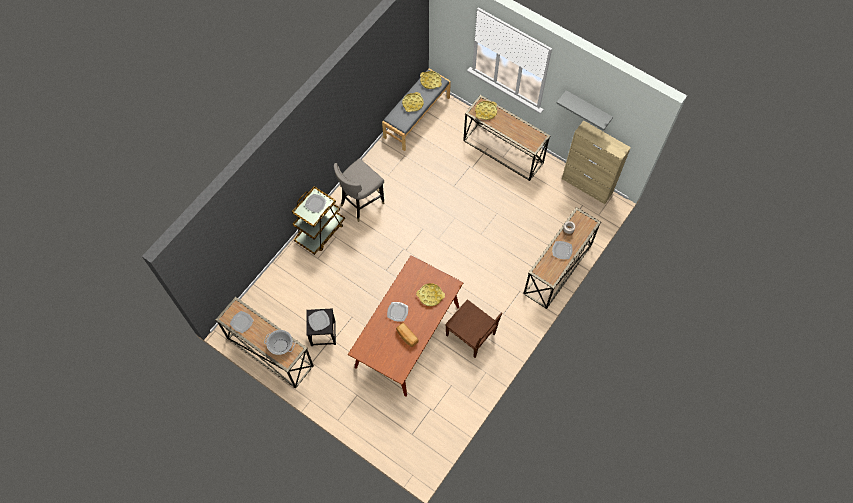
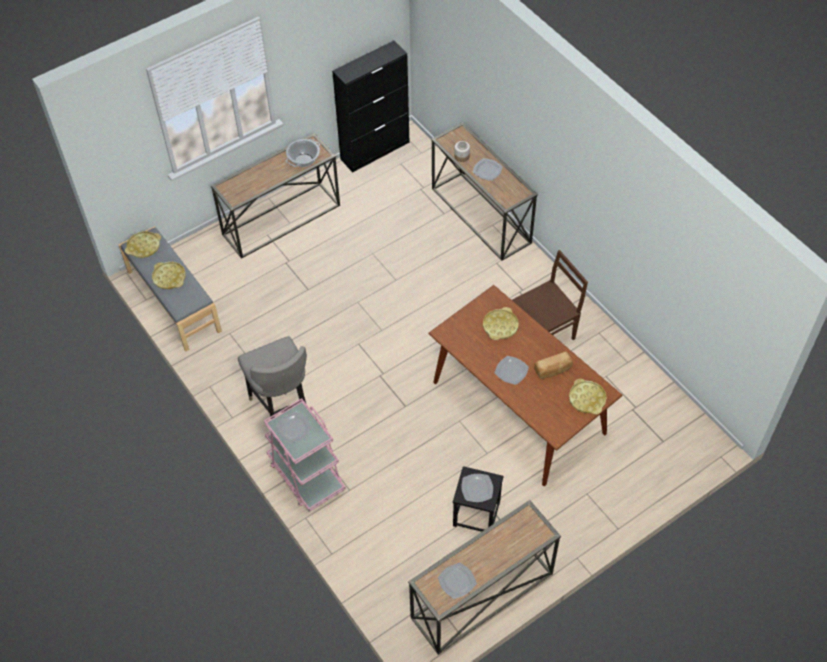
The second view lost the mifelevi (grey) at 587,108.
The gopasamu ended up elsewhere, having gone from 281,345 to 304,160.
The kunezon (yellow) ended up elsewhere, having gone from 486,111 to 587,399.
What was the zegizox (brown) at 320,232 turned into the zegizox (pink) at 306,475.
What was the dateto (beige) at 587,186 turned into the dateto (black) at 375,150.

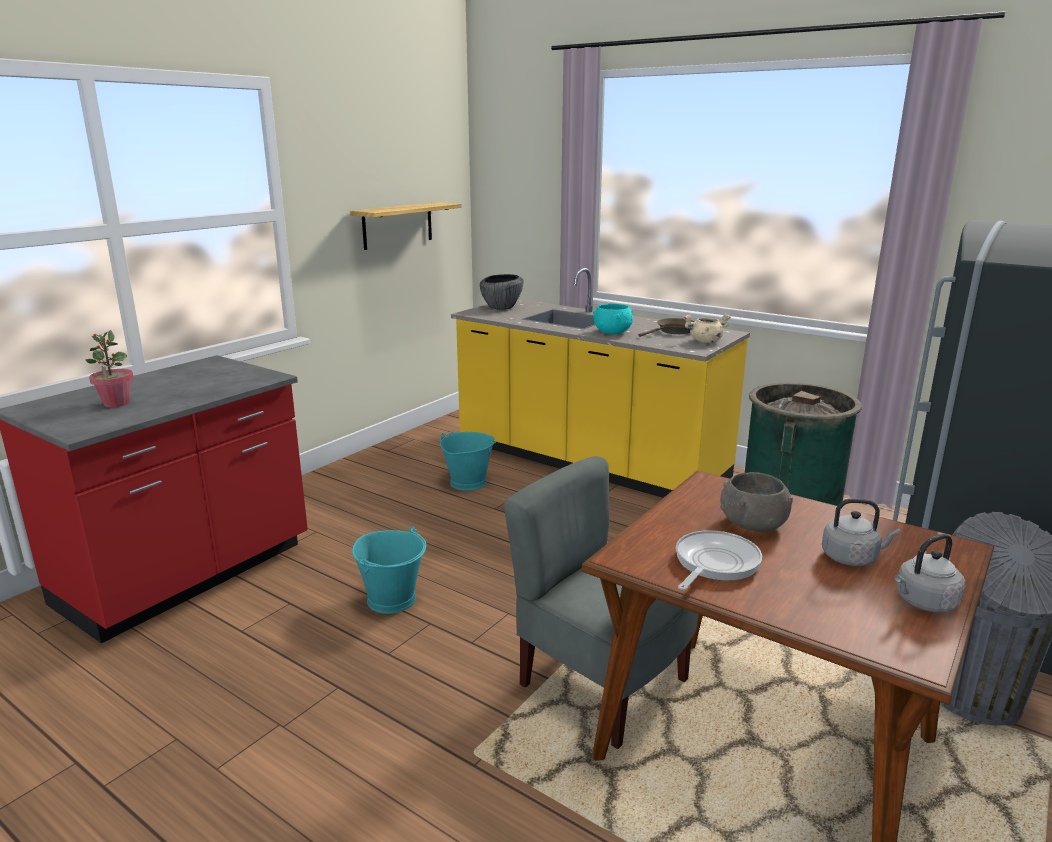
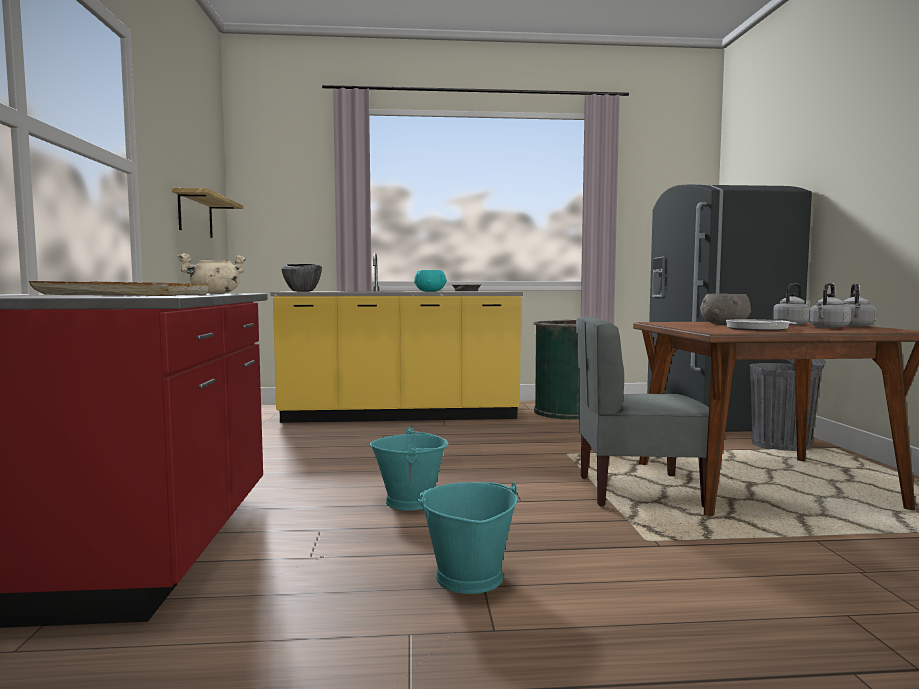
The second view gained the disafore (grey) at 828,328.
The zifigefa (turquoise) ended up elsewhere, having gone from 467,482 to 468,577.
The gopasamu (beige) ended up elsewhere, having gone from 705,342 to 215,294.
Where the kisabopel stood at 116,403, the kunezon (beige) came to stand at 125,295.

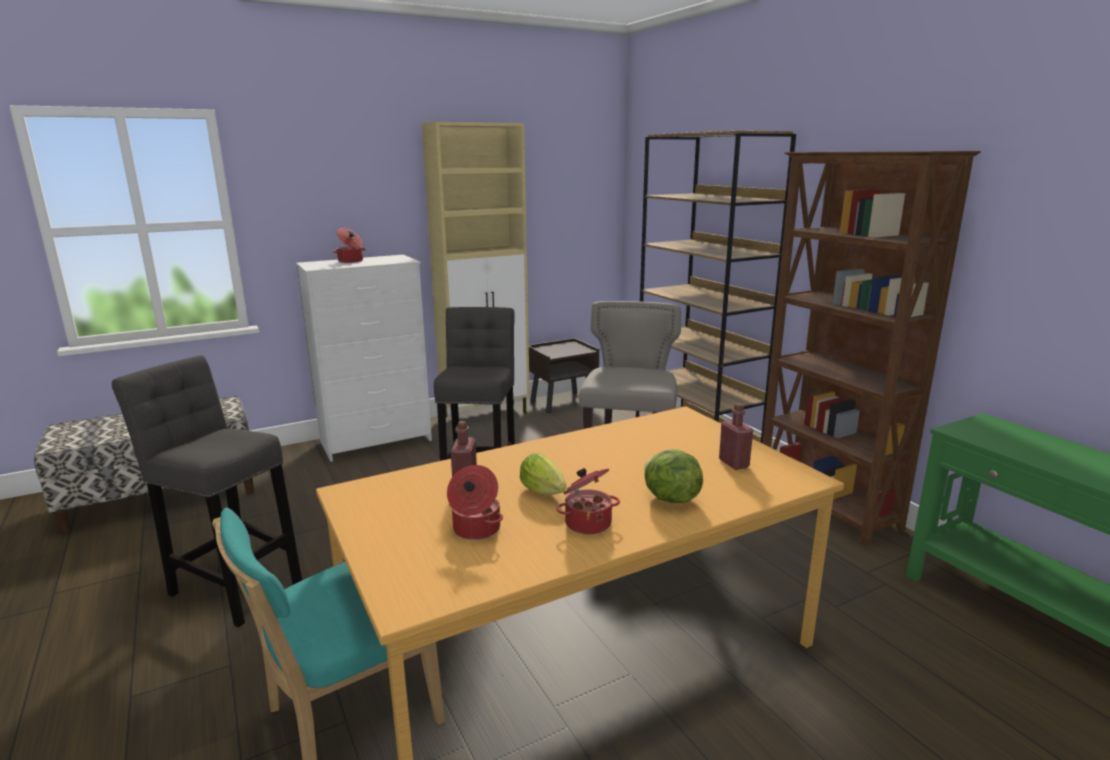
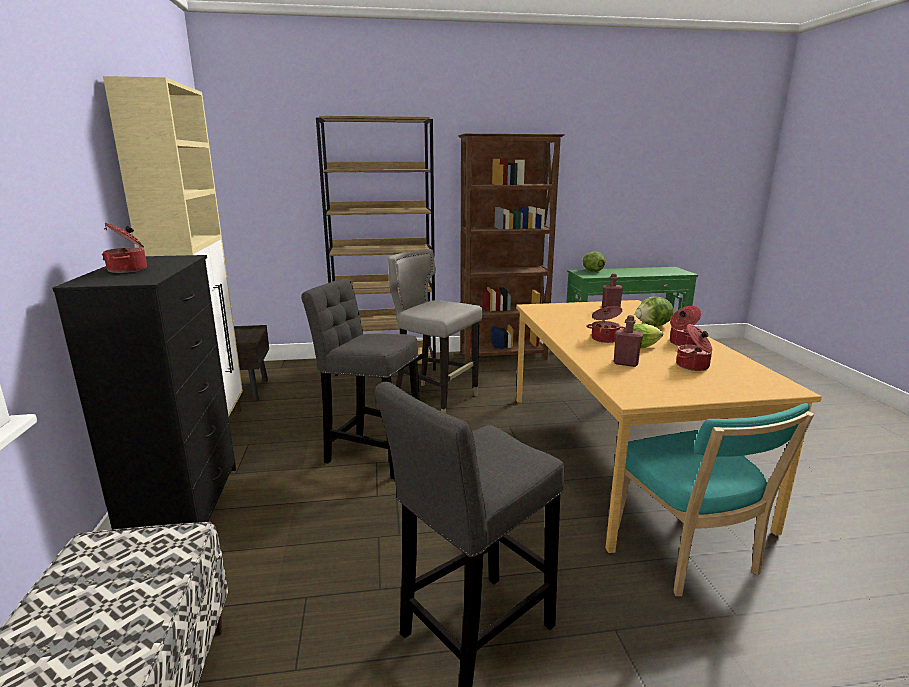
The second view gained the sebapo at 592,271.
The second view gained the gopasamu at 605,339.
What was the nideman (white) at 377,441 turned into the nideman (black) at 186,506.

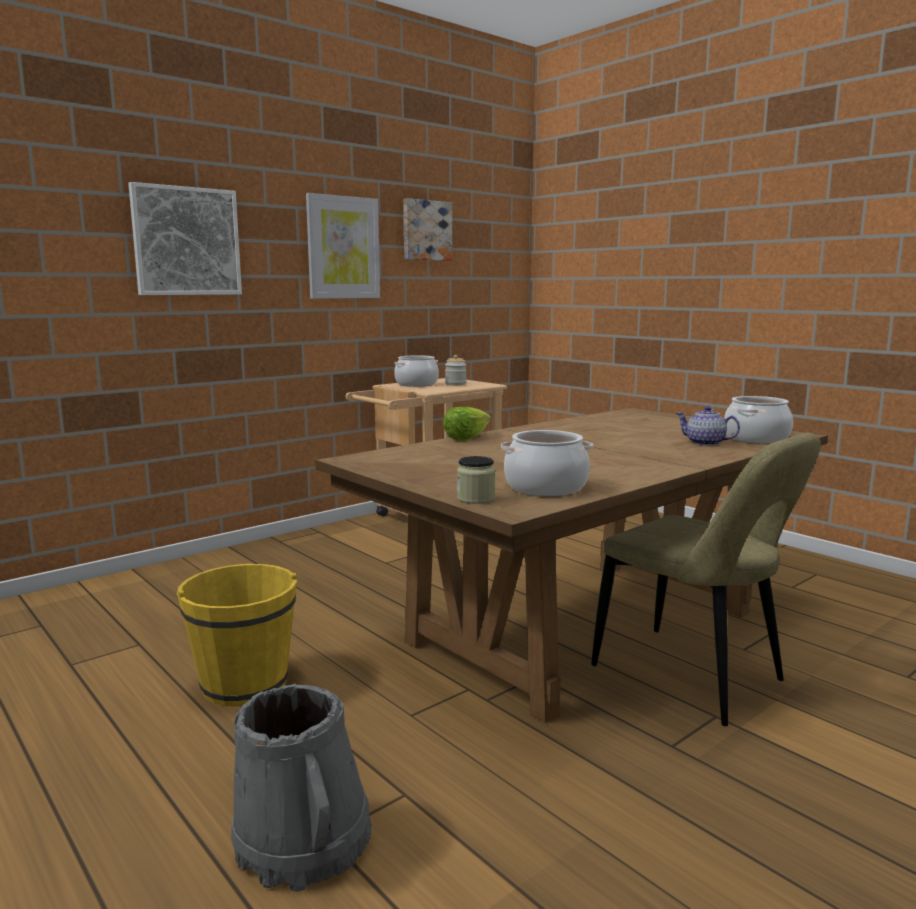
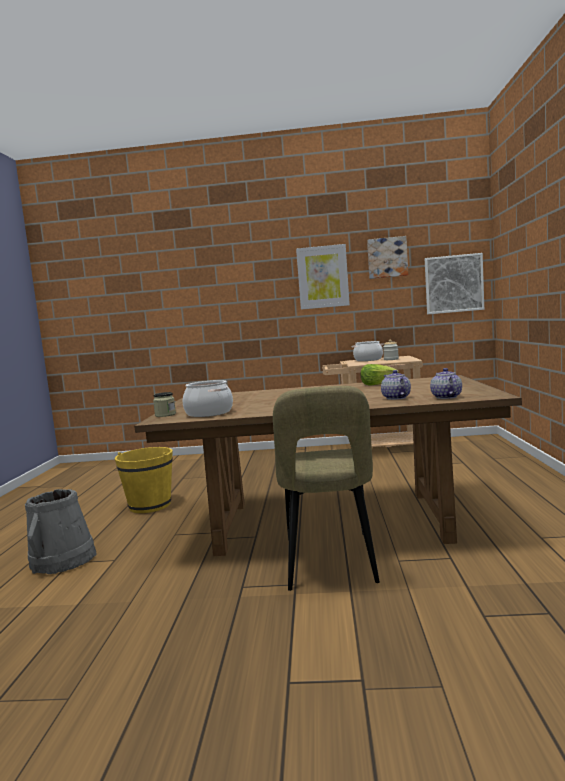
The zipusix ended up elsewhere, having gone from 186,241 to 453,284.
The sebapo ended up elsewhere, having gone from 466,438 to 377,384.
Where the gopasamu stood at 756,439, the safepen came to stand at 446,397.

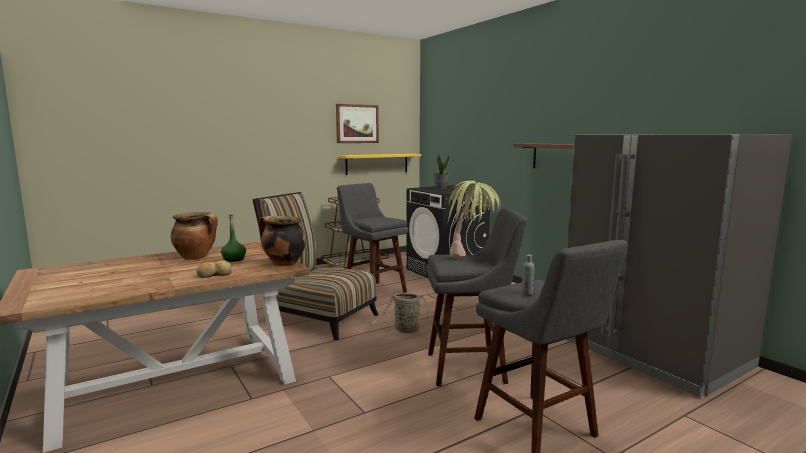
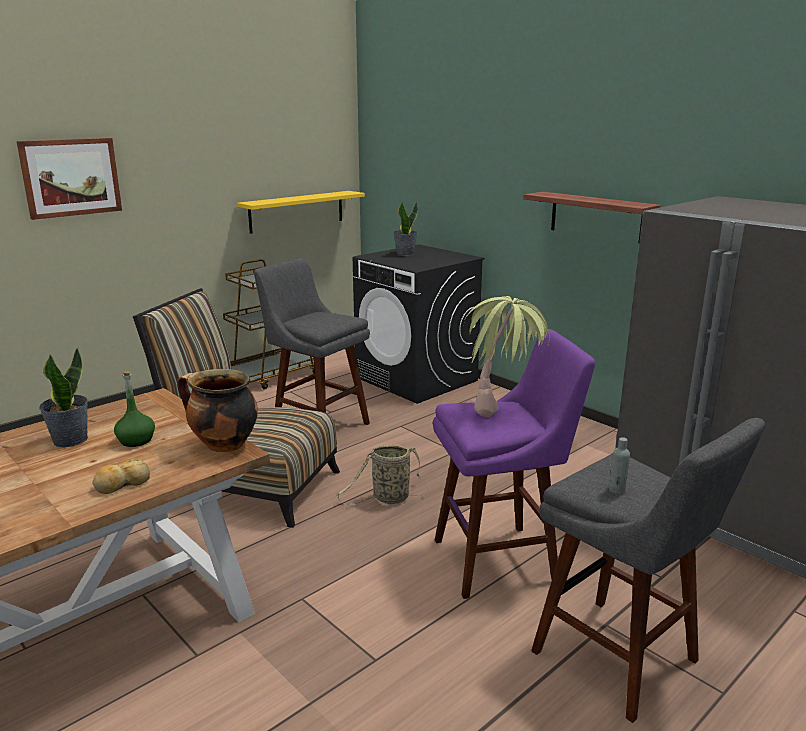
The zipusix ended up elsewhere, having gone from 357,124 to 71,177.
Where the gopasamu stood at 196,257, the kisabopel came to stand at 70,440.
What was the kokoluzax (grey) at 470,367 turned into the kokoluzax (purple) at 501,559.

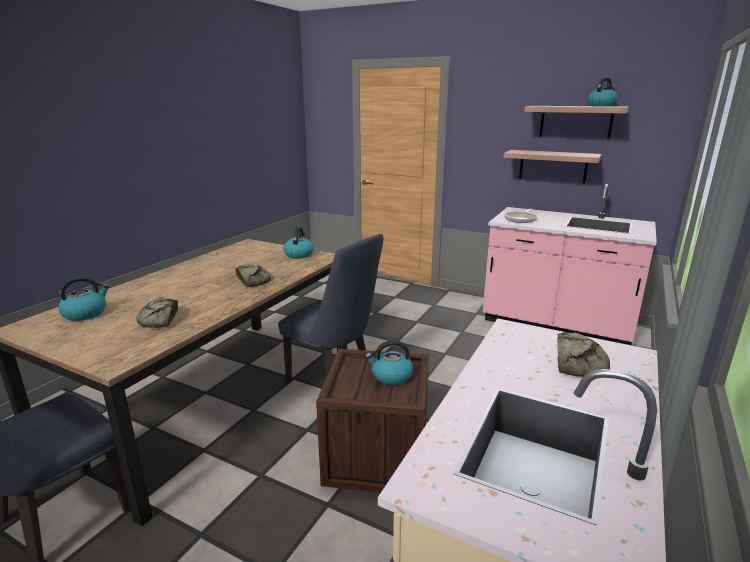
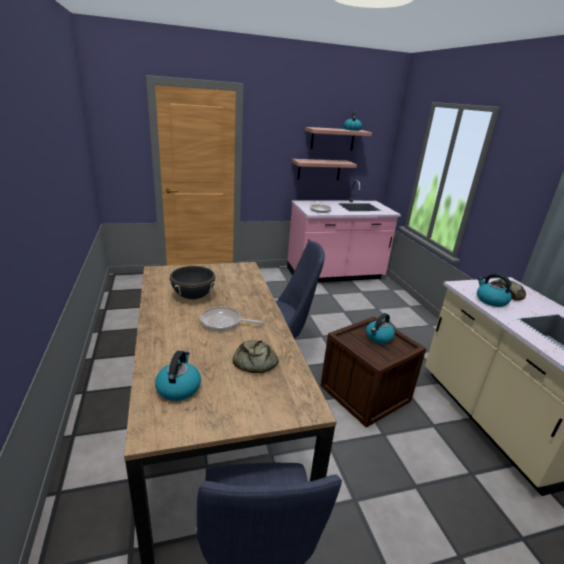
The second view lost the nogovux at 252,280.
The second view gained the gopasamu (black) at 193,296.
The second view gained the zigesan at 223,322.
The disafore ended up elsewhere, having gone from 299,254 to 490,300.

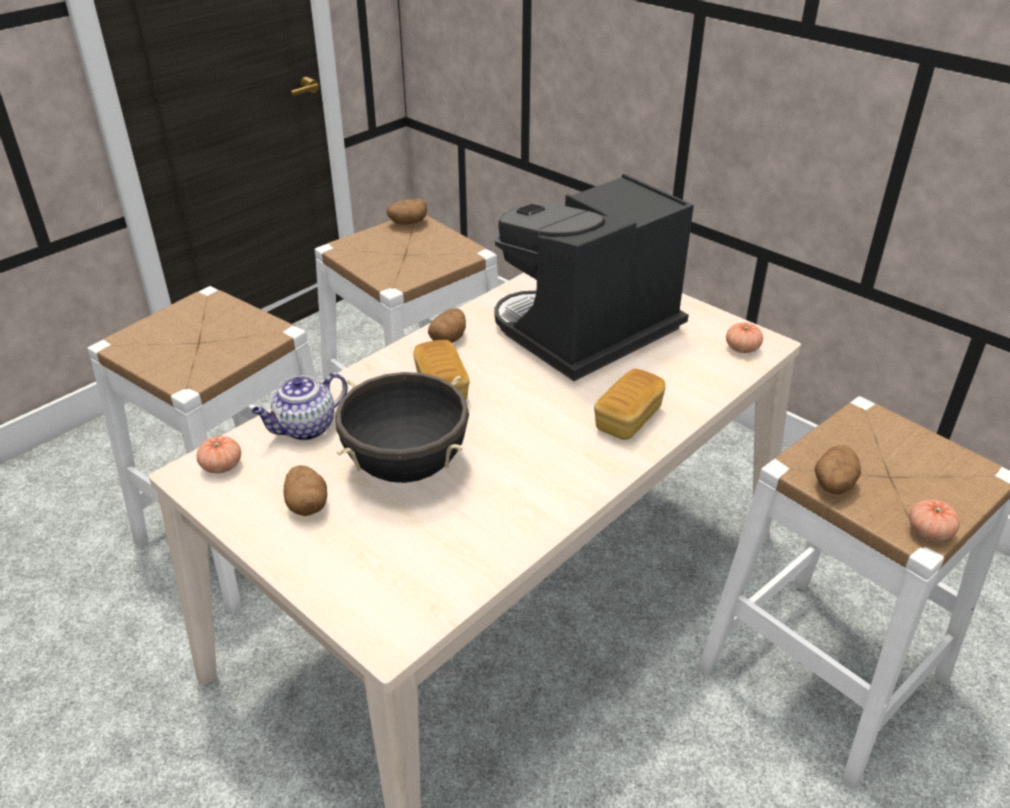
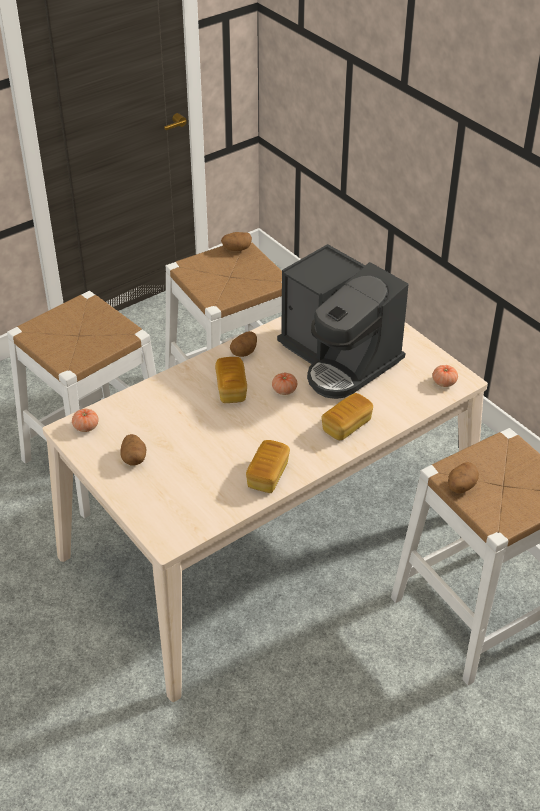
The second view lost the safepen at 305,428.
The second view lost the gopasamu (black) at 407,466.
The second view gained the nogovux at 268,475.
The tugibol ended up elsewhere, having gone from 929,532 to 284,390.
The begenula at 586,333 ended up facing another way, 105 degrees counterclockwise from before.

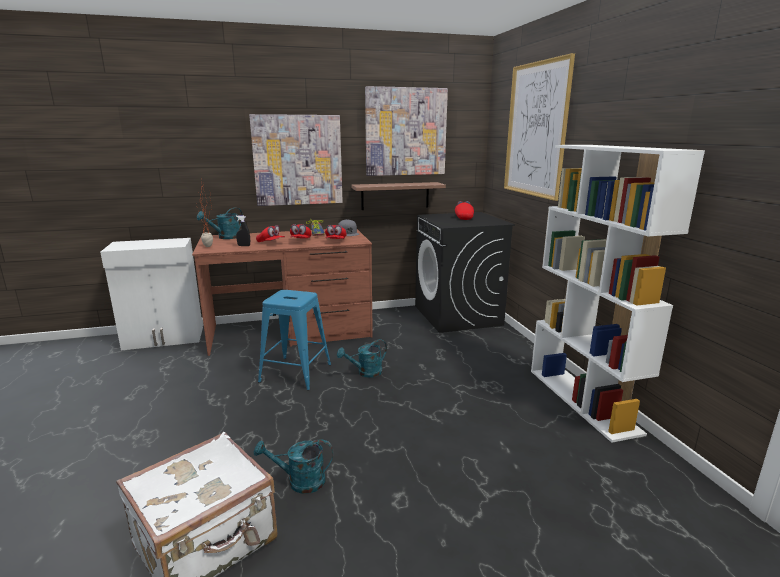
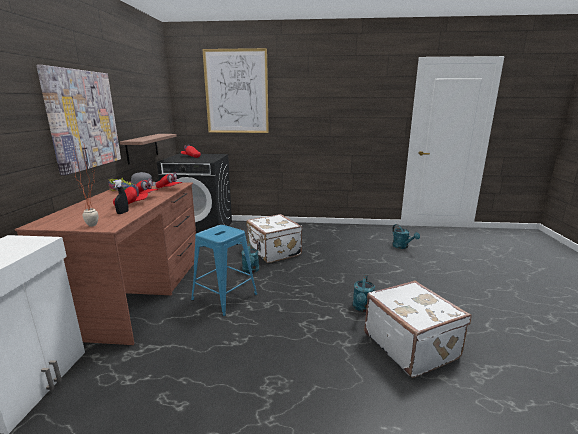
The second view lost the zipusix at 405,132.
The second view lost the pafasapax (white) at 583,400.
The second view gained the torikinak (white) at 273,252.
The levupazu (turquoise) ended up elsewhere, having gone from 225,237 to 402,247.

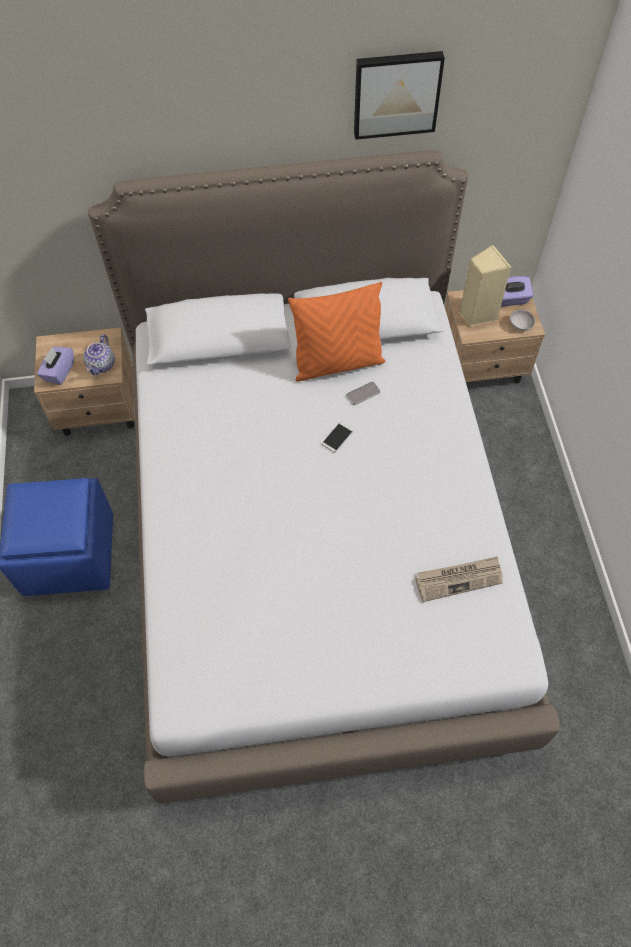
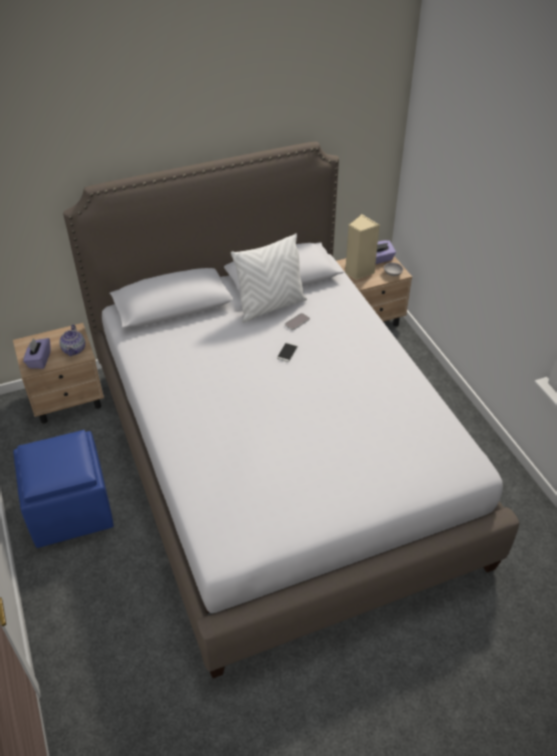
The second view lost the zipusix at 396,93.
The second view lost the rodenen at 459,579.
What was the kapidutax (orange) at 337,363 turned into the kapidutax (white) at 270,306.

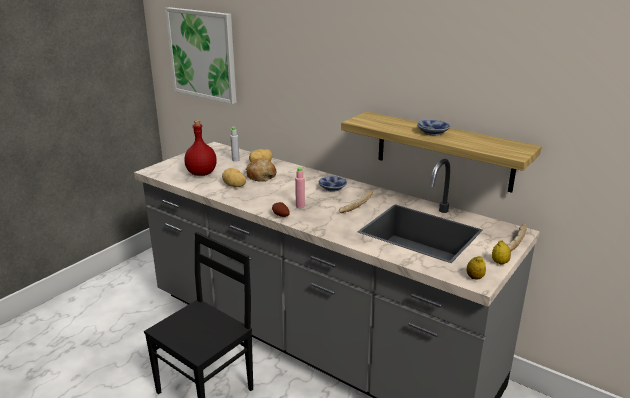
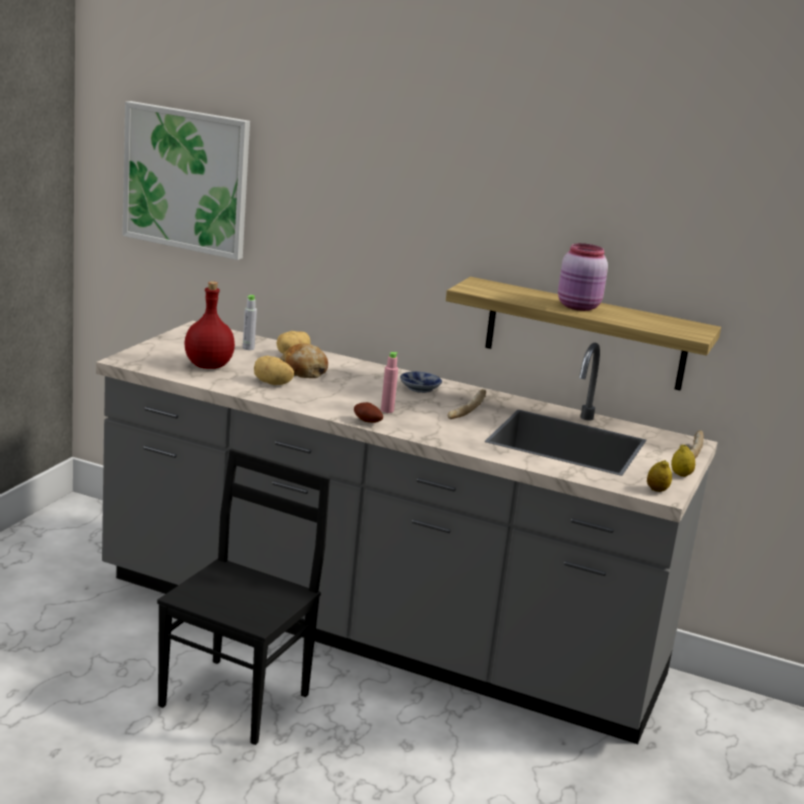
Where the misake stood at 433,133, the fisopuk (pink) came to stand at 579,307.

